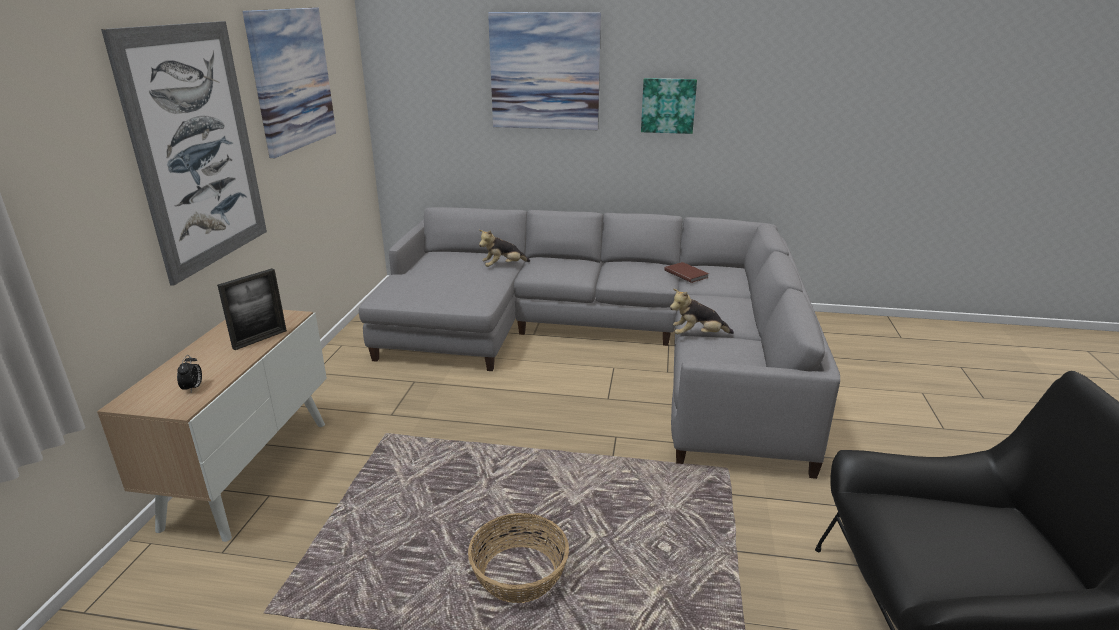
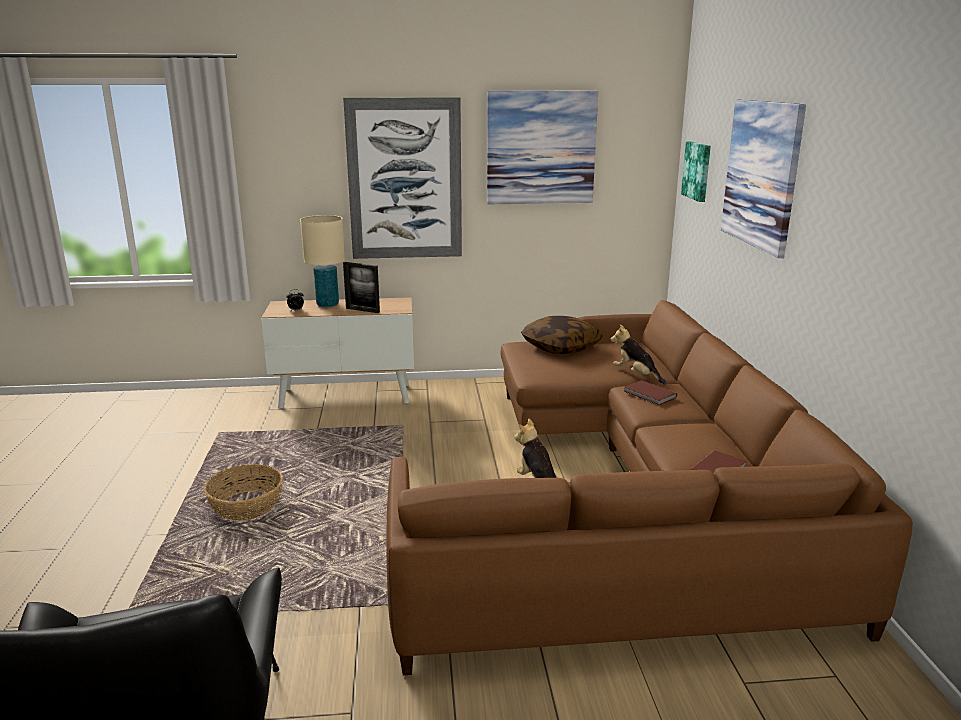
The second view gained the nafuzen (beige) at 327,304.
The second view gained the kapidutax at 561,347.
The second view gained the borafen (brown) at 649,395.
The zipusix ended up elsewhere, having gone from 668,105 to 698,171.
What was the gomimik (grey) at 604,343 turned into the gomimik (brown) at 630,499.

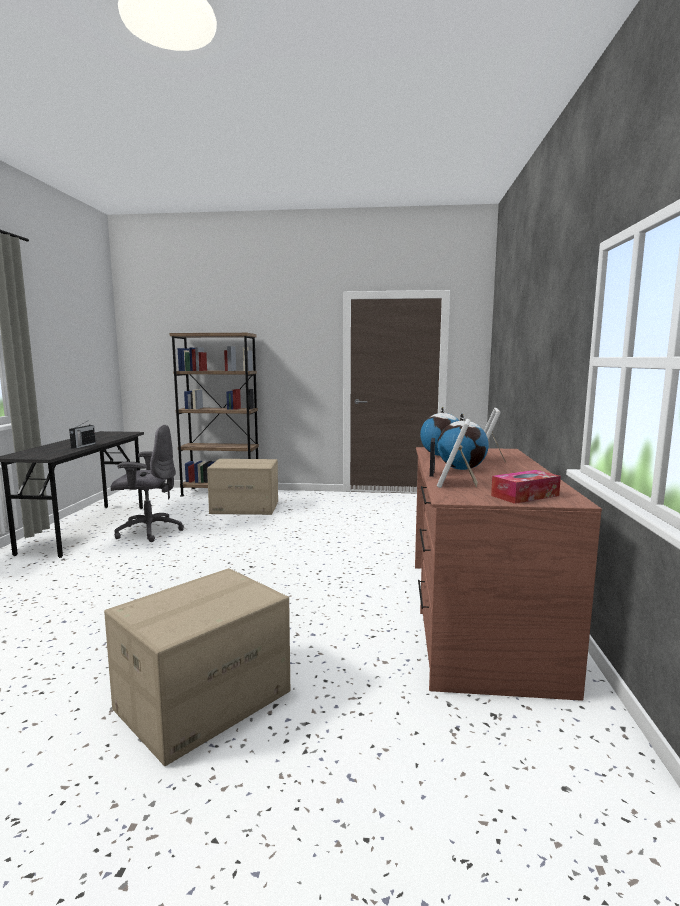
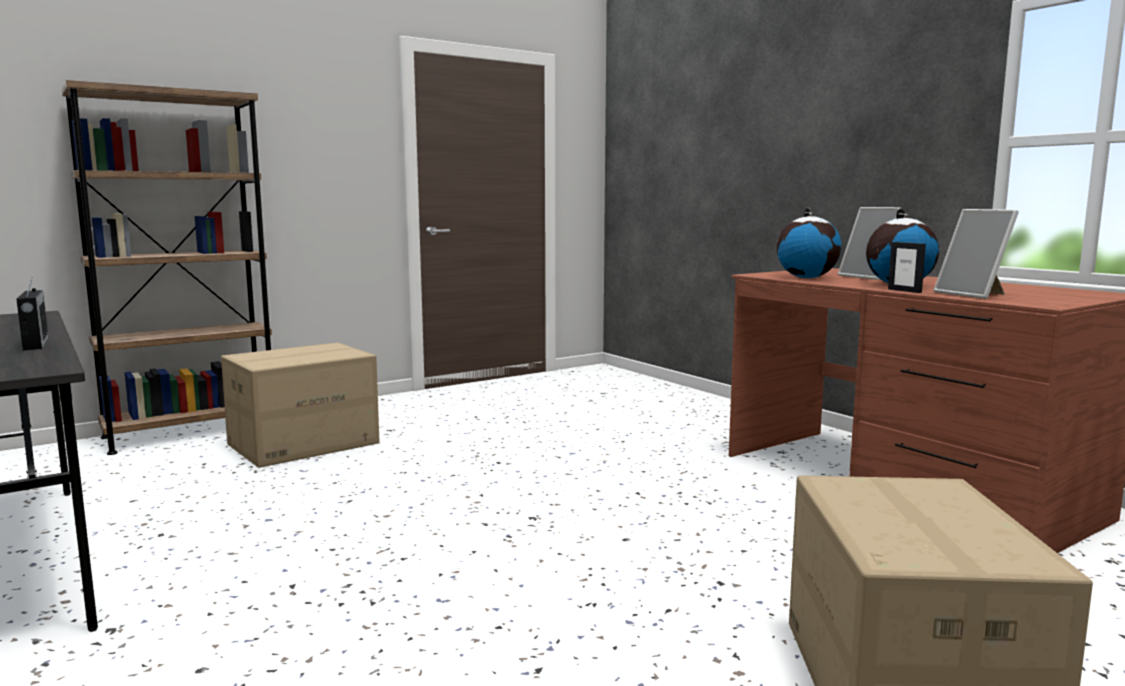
The second view lost the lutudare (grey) at 148,531.
The second view lost the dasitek at 525,496.

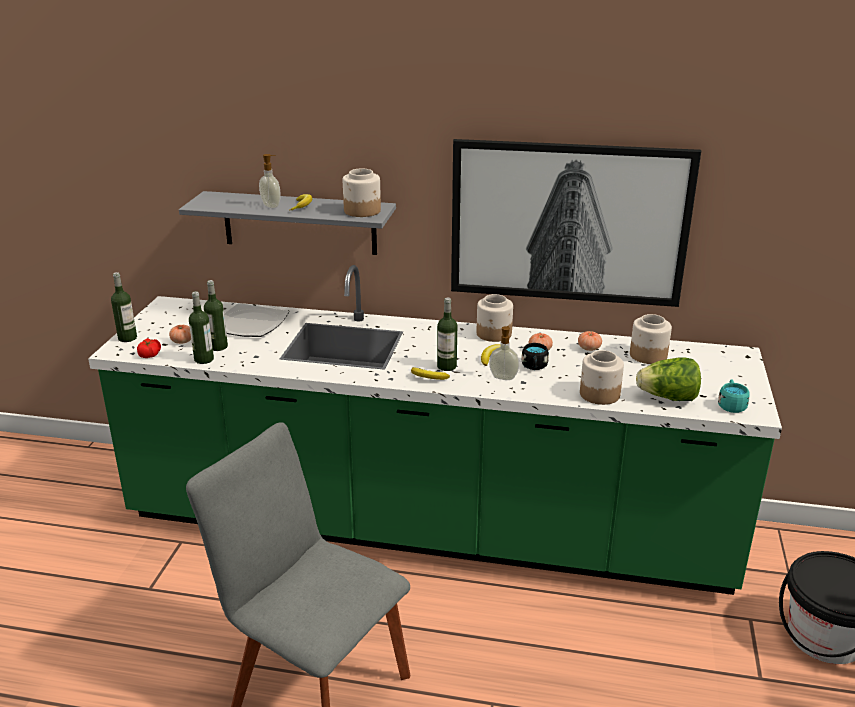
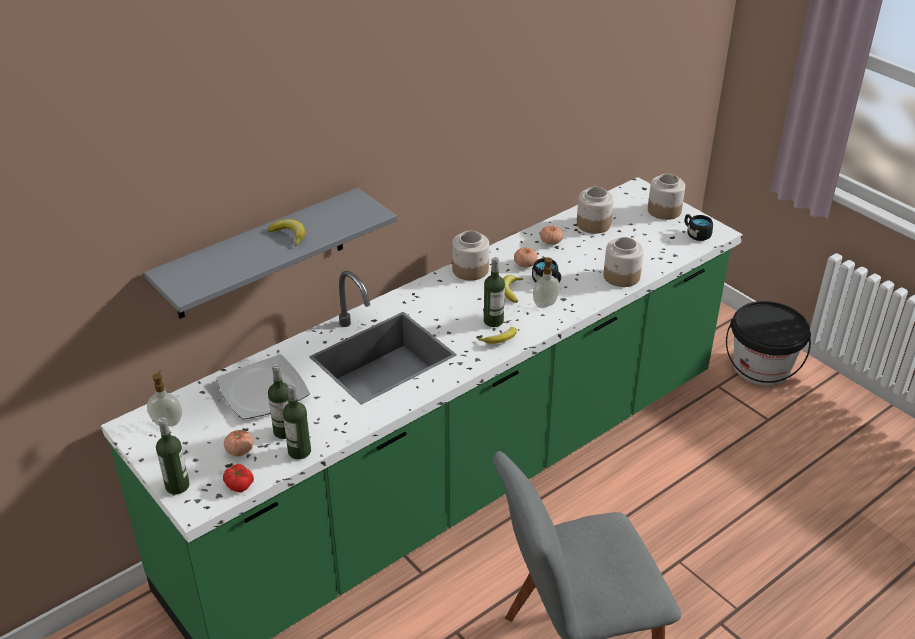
The second view lost the zipusix at 568,222.
The second view lost the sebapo at 668,398.
The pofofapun ended up elsewhere, having gone from 271,206 to 167,422.
The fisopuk ended up elsewhere, having gone from 362,211 to 664,210.
What was the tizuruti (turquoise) at 731,405 turned into the tizuruti (black) at 696,234.

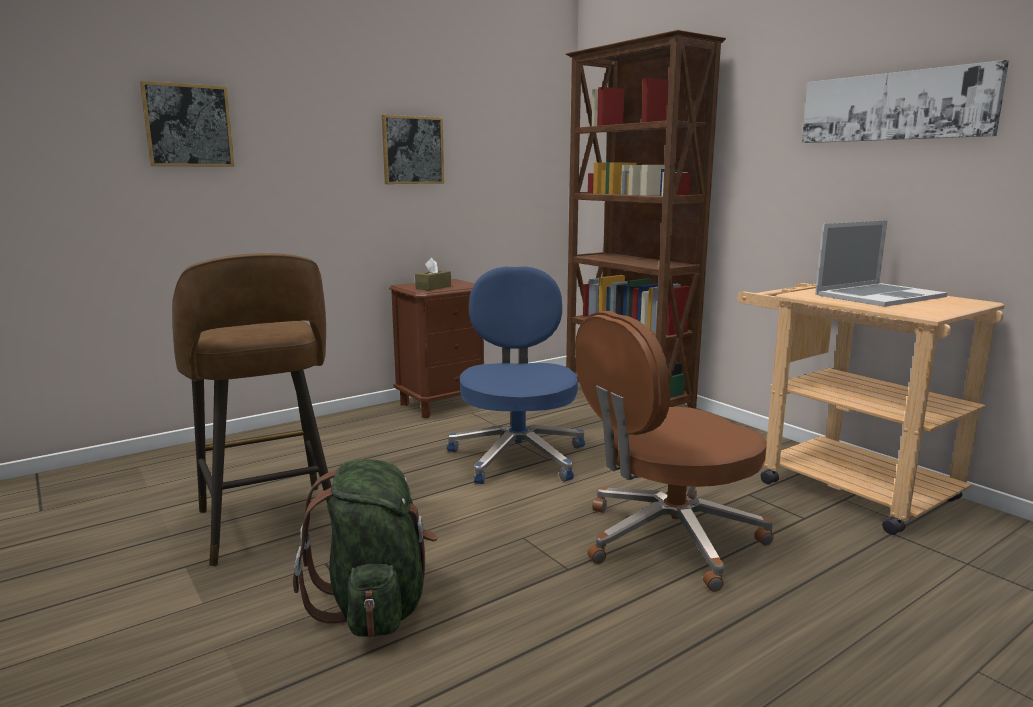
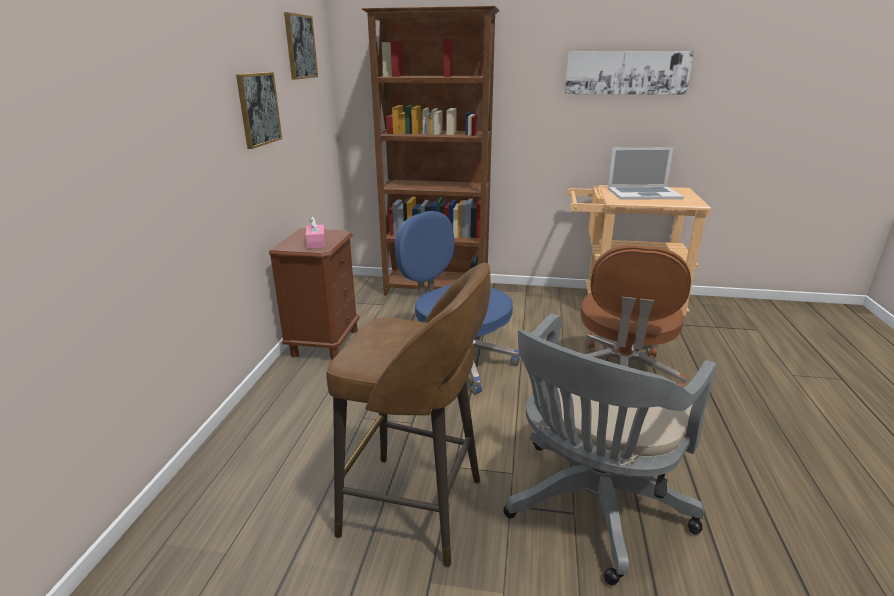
The zipusix ended up elsewhere, having gone from 188,125 to 300,47.
Where the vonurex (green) stood at 375,605, the lutudare (grey) came to stand at 591,508.
What was the dasitek (brown) at 433,287 turned into the dasitek (pink) at 316,243.
The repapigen at 879,295 ended up facing another way, 75 degrees clockwise from before.

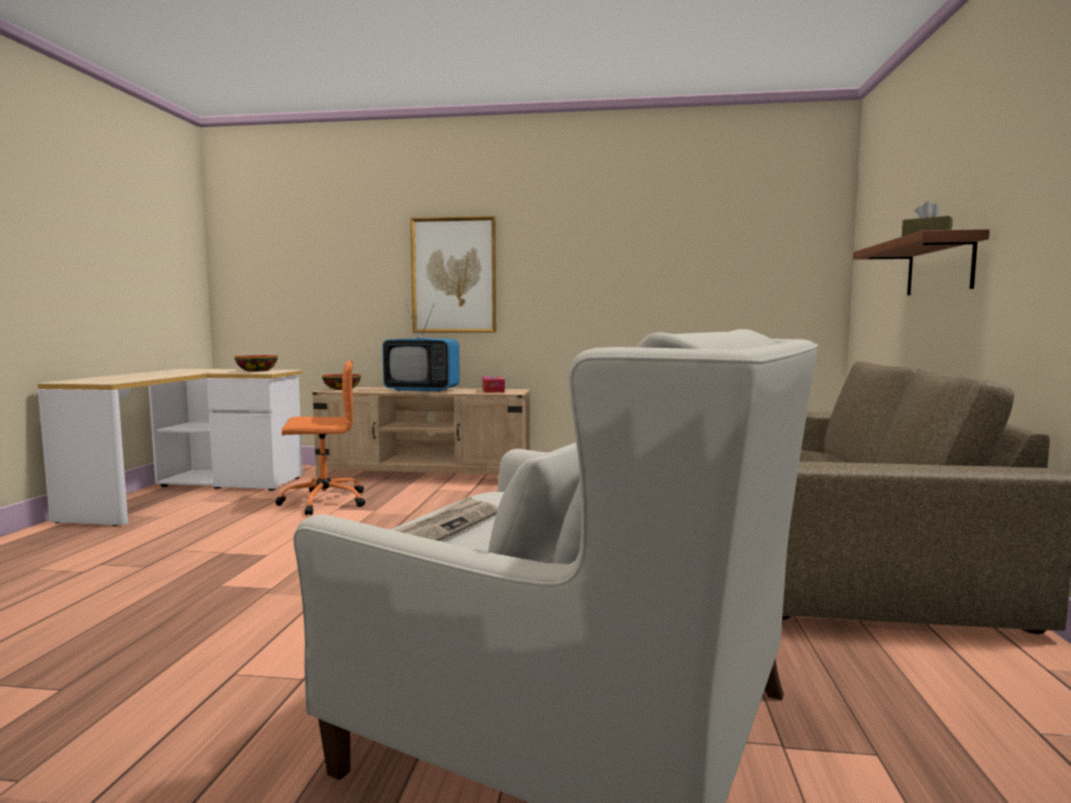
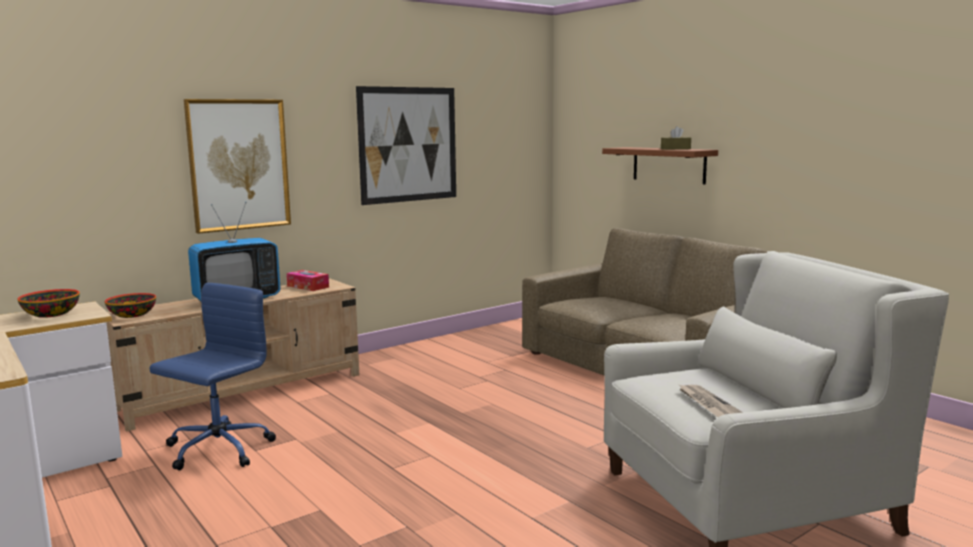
The second view gained the zipusix at 408,144.
What was the lutudare (orange) at 322,501 turned into the lutudare (blue) at 217,450.

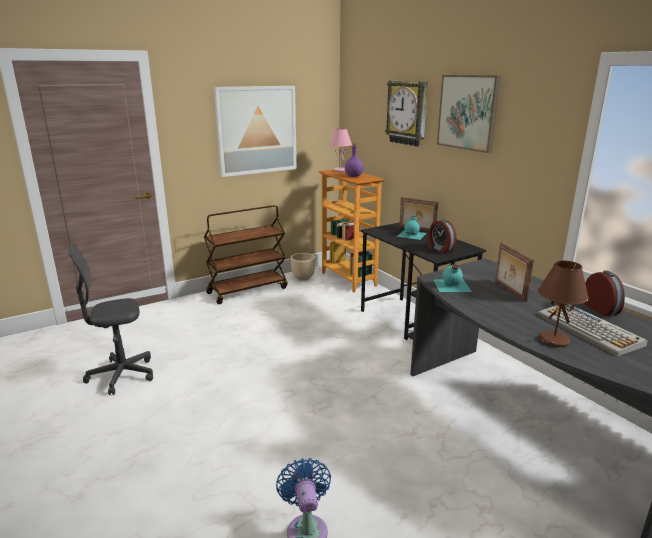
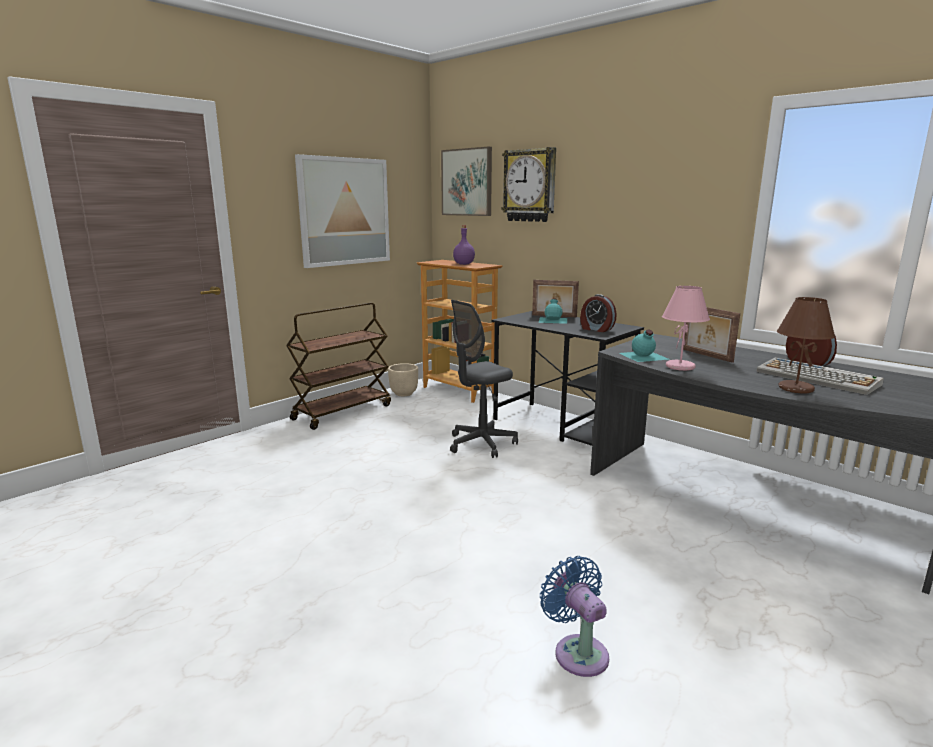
The lutudare (grey) ended up elsewhere, having gone from 121,375 to 481,444.
The nafuzen (pink) ended up elsewhere, having gone from 340,171 to 680,367.
The zipusix ended up elsewhere, having gone from 468,112 to 467,182.

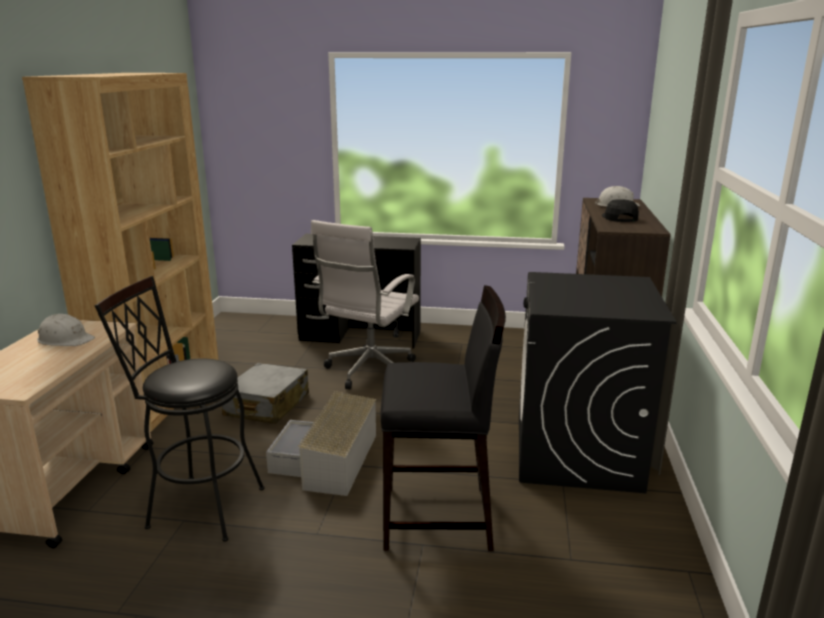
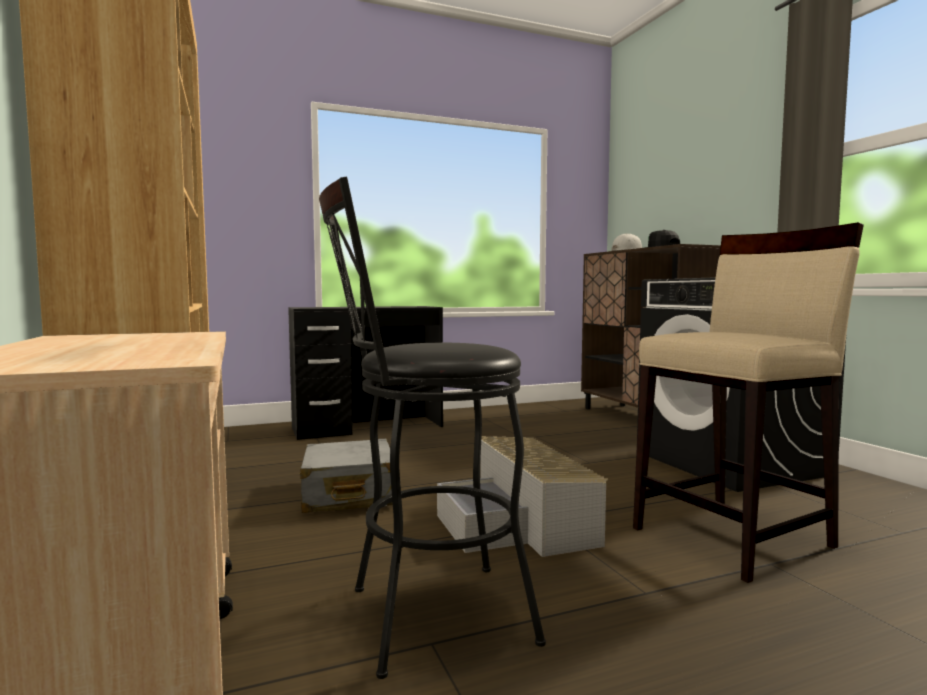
The second view lost the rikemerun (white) at 65,339.
The second view lost the lutudare (white) at 368,372.
What was the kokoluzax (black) at 438,518 turned into the kokoluzax (beige) at 734,537.

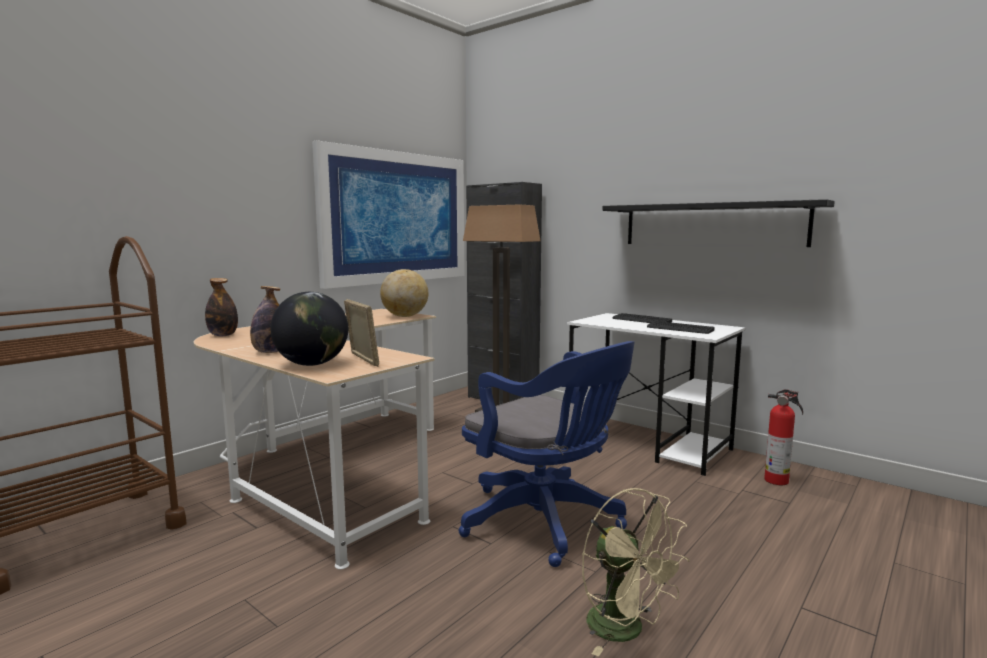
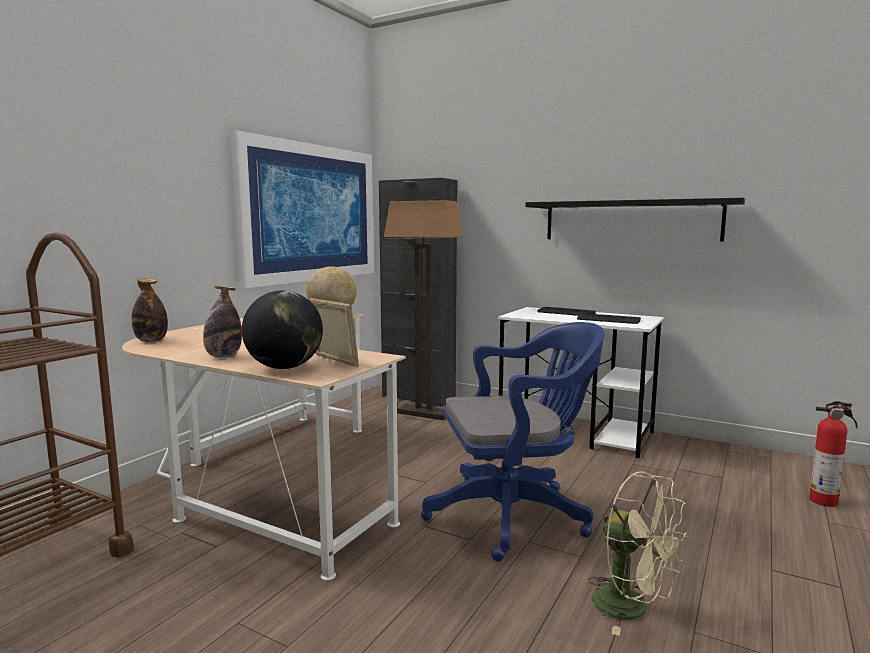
The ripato ended up elsewhere, having gone from 778,481 to 825,501.
The lutudare (blue) at 546,523 ended up facing another way, 45 degrees counterclockwise from before.

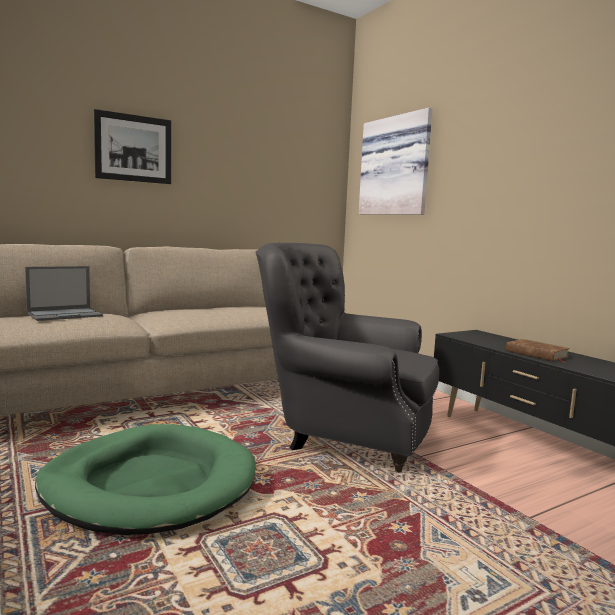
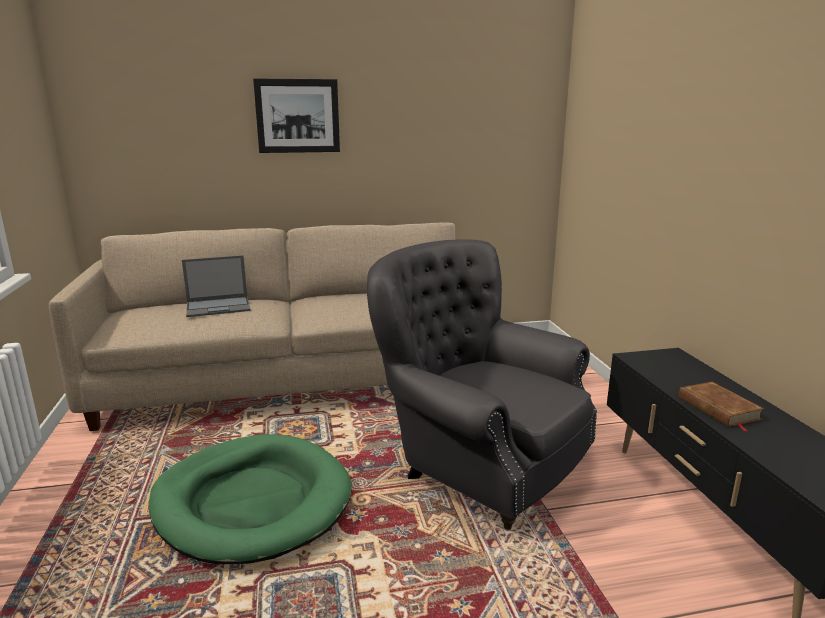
The second view lost the zipusix at 396,166.

